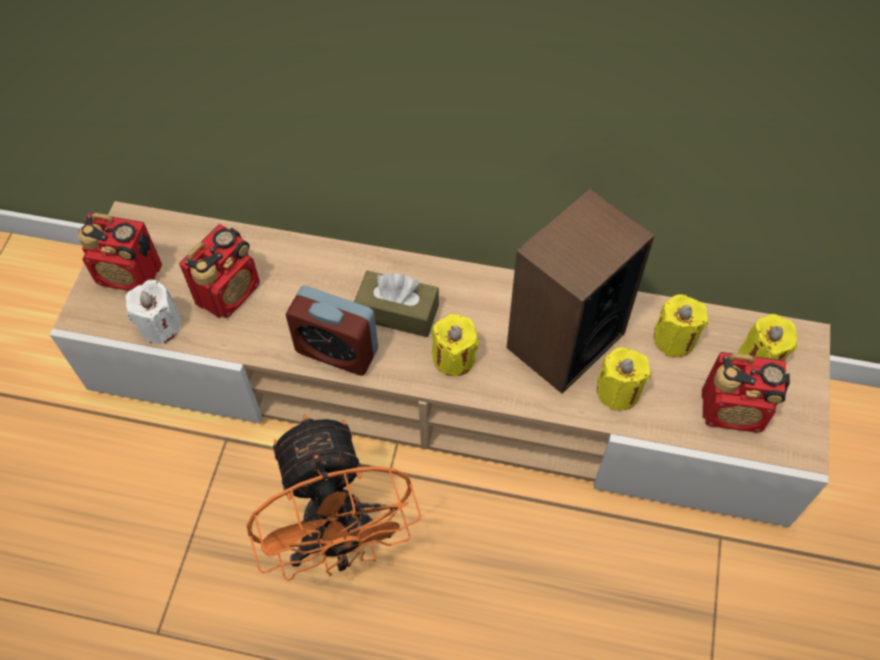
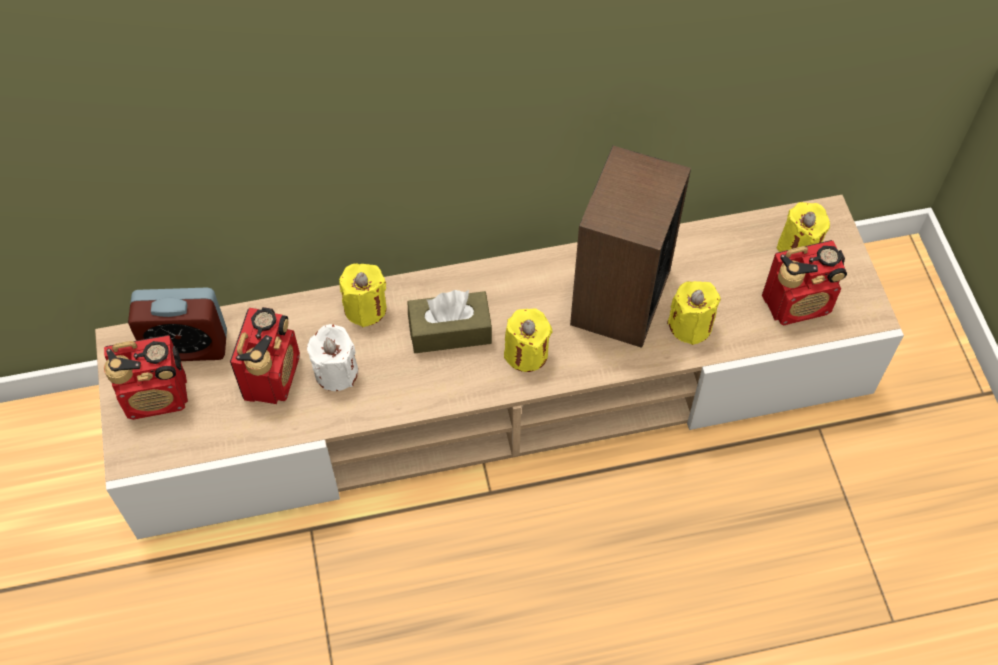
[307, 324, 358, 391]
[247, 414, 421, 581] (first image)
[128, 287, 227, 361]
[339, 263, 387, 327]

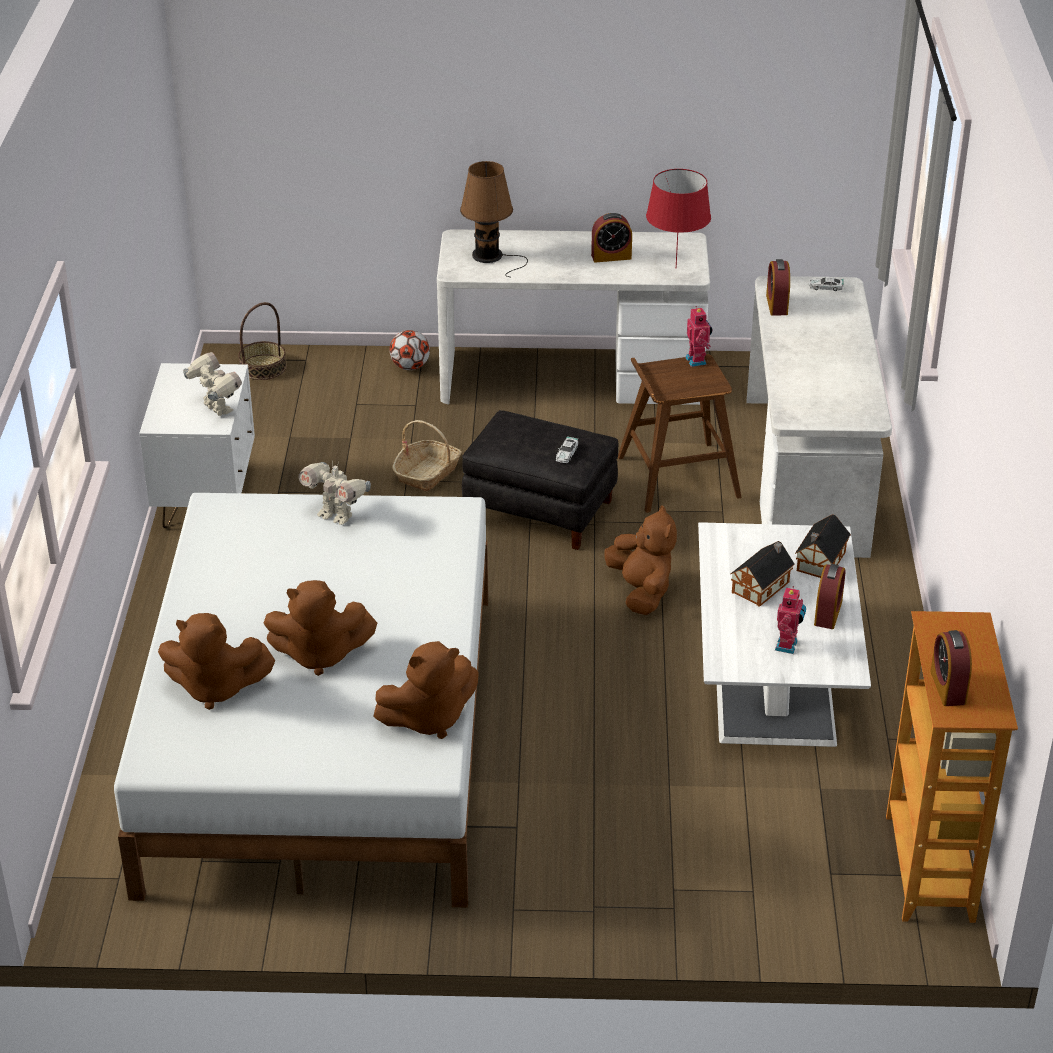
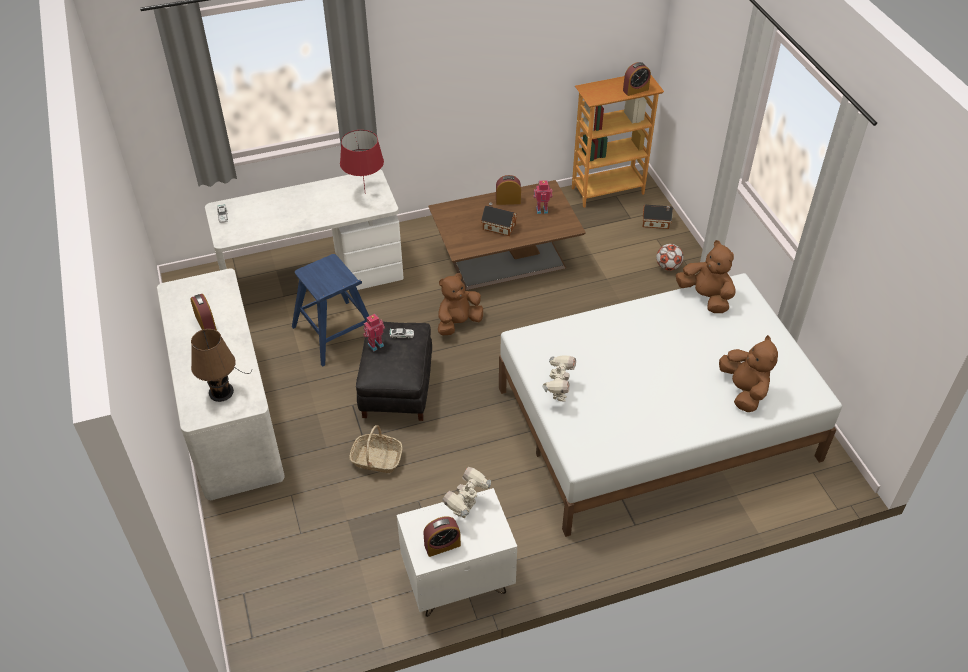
[238, 302, 287, 380] (first image)
[264, 580, 377, 676] (first image)
[656, 244, 684, 271]
[292, 254, 369, 367]
[340, 130, 384, 194]
[363, 314, 385, 352]
[428, 180, 586, 290]
[423, 516, 461, 557]
[643, 205, 673, 229]

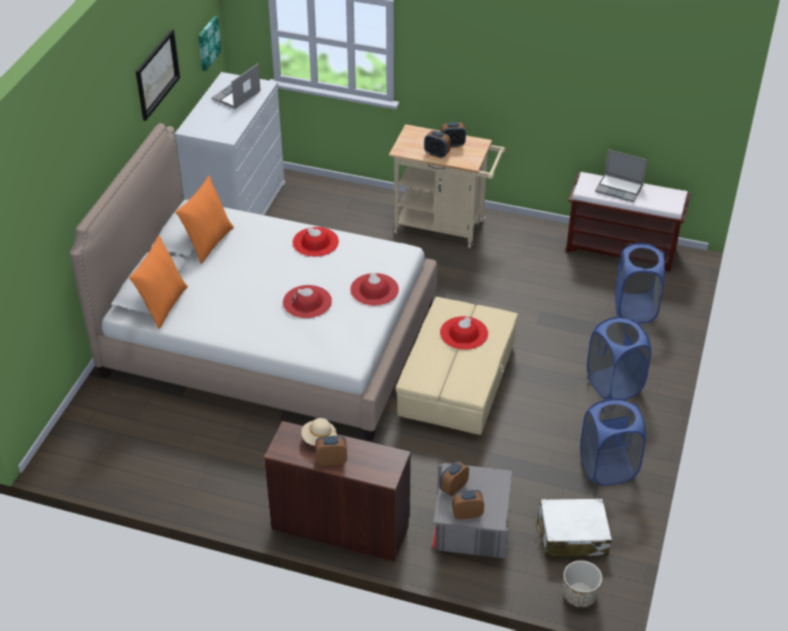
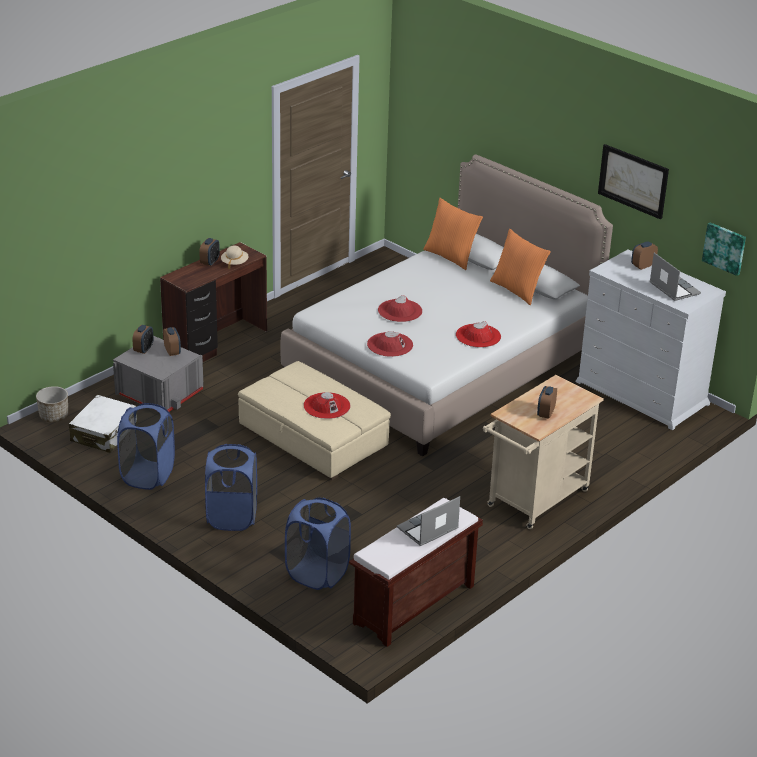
[631, 241, 658, 270]

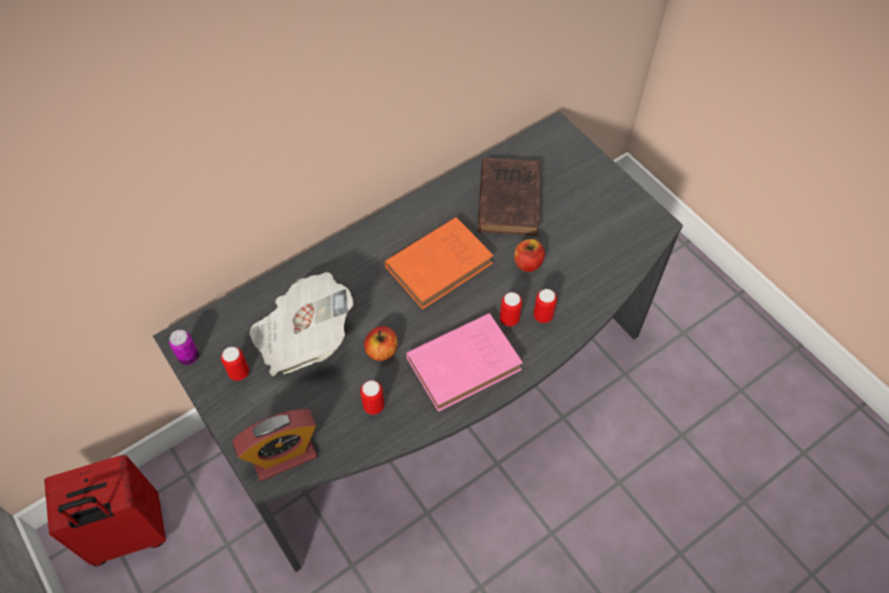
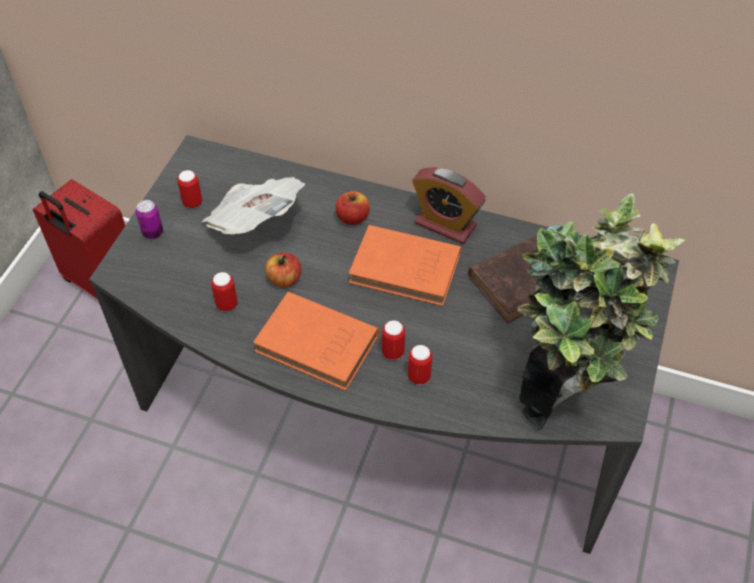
[136, 200, 163, 239]
[412, 167, 486, 244]
[253, 292, 379, 391]
[335, 191, 370, 225]
[518, 194, 685, 430]

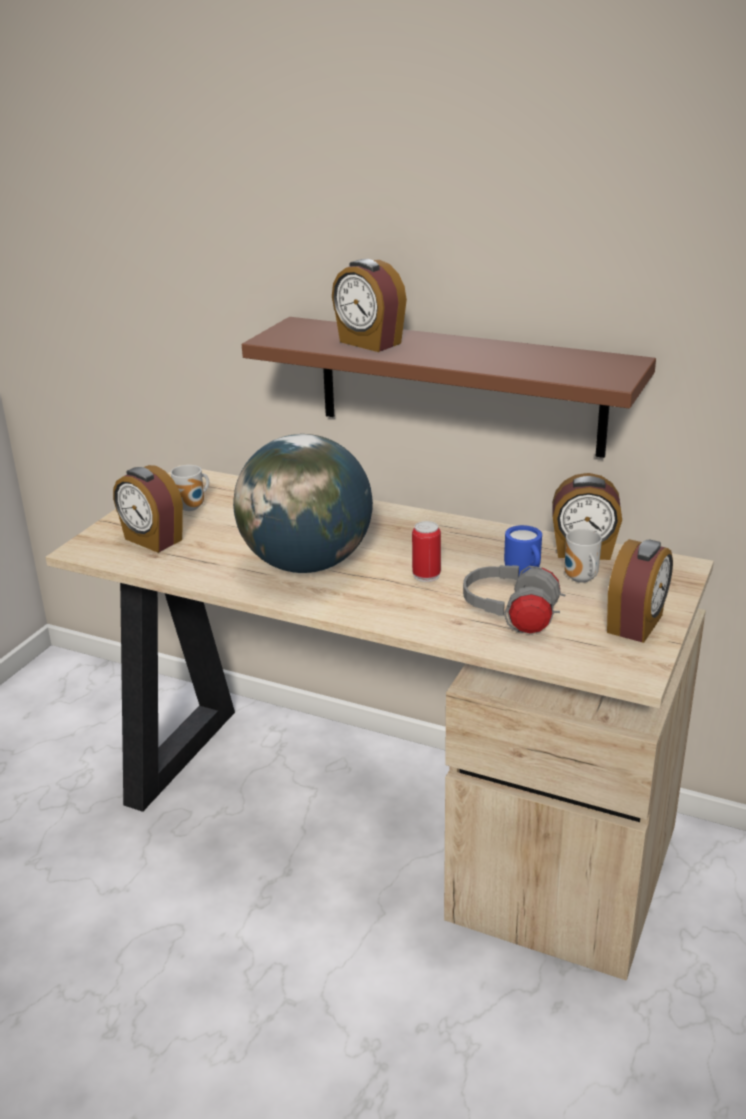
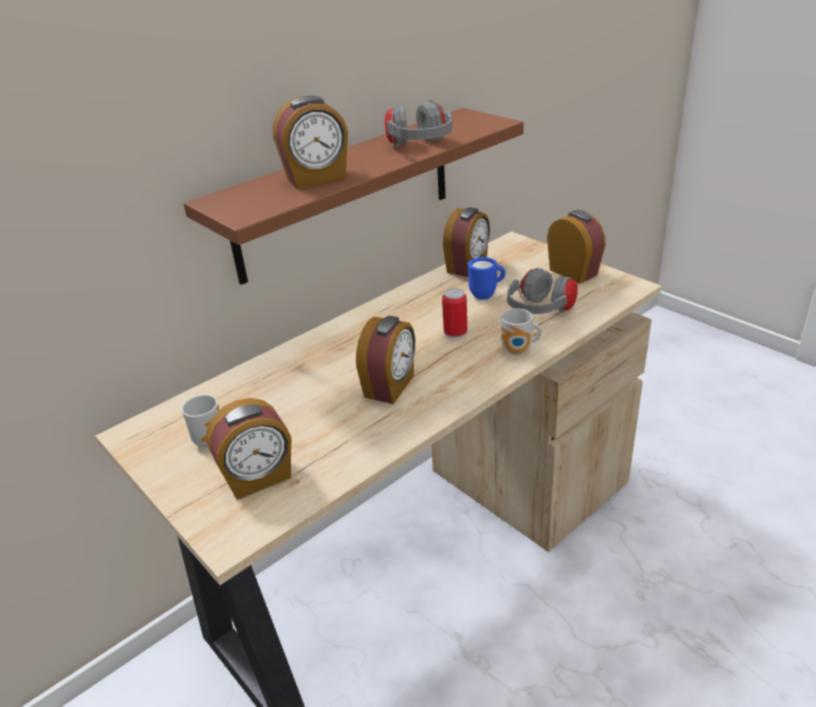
[356, 316, 415, 404]
[501, 308, 542, 355]
[385, 100, 453, 147]

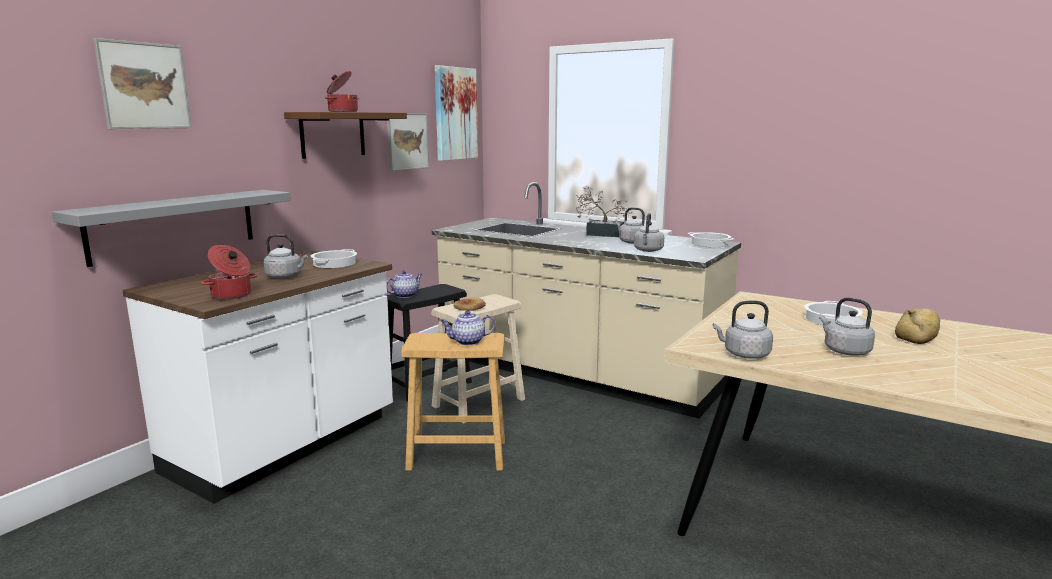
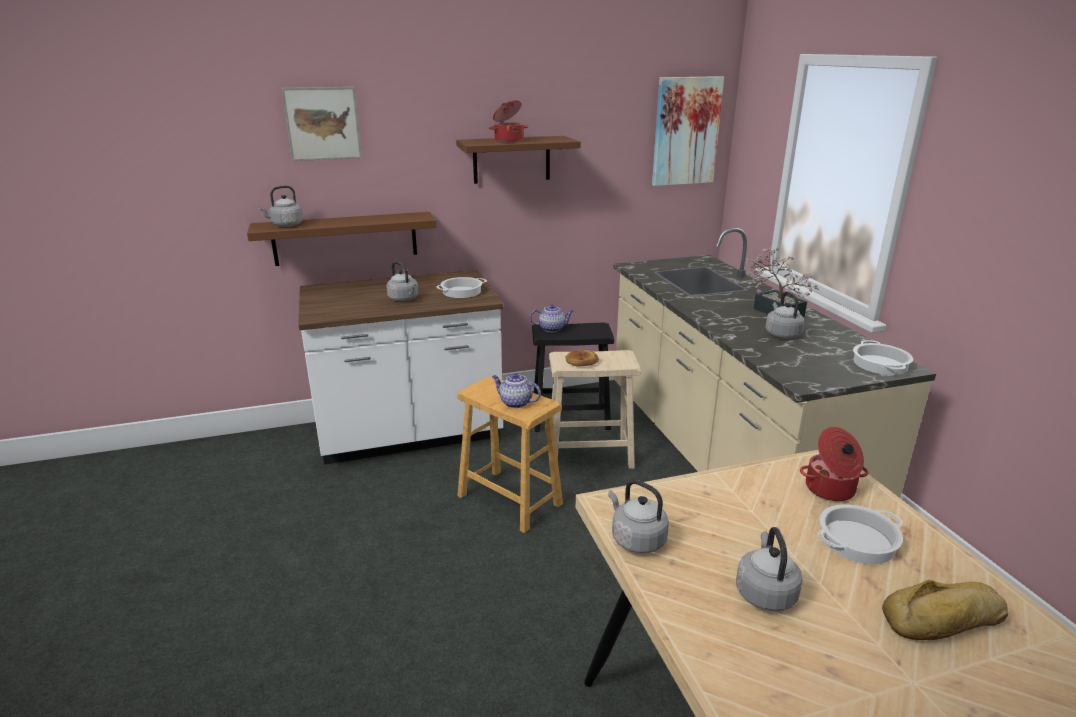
[247, 212, 437, 266]
[800, 427, 869, 501]
[387, 113, 429, 172] (first image)
[258, 185, 303, 227]

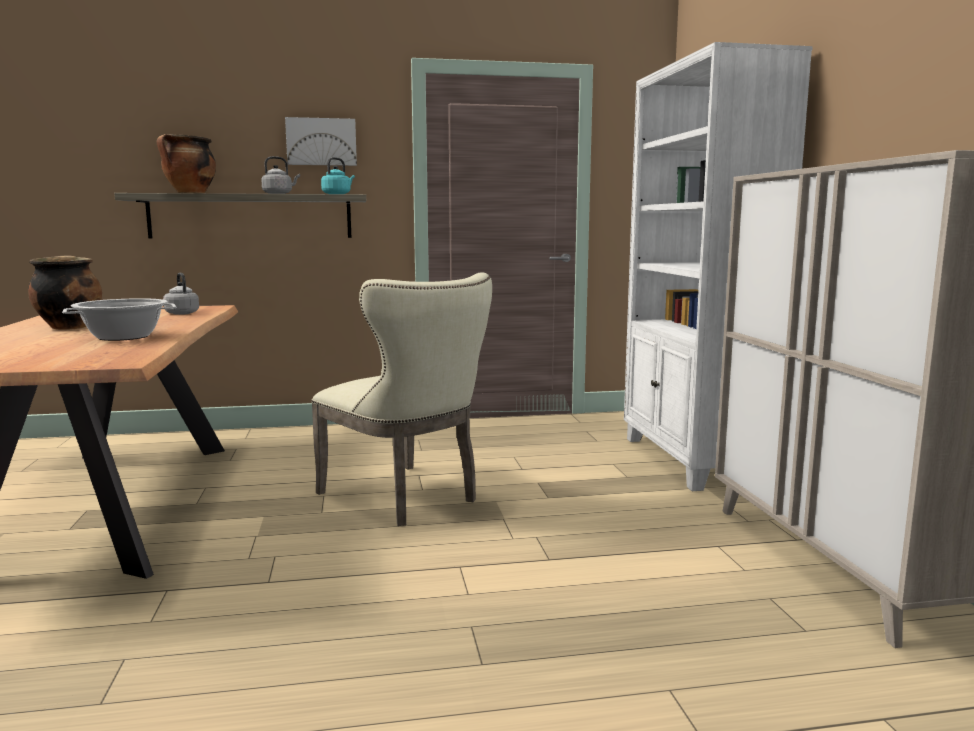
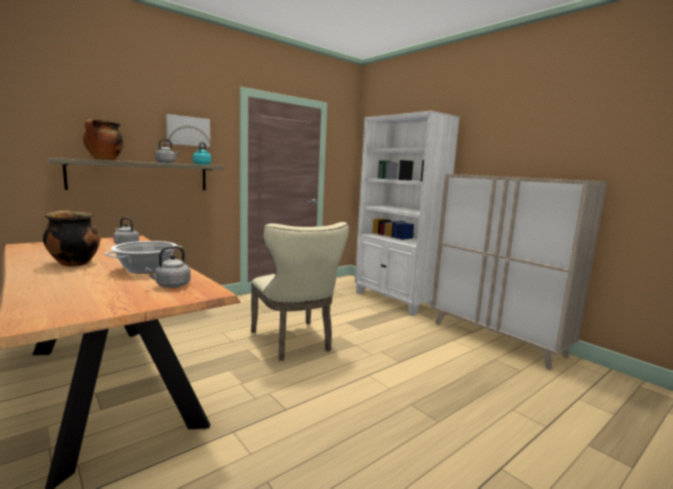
[251, 222, 349, 361]
[145, 246, 191, 288]

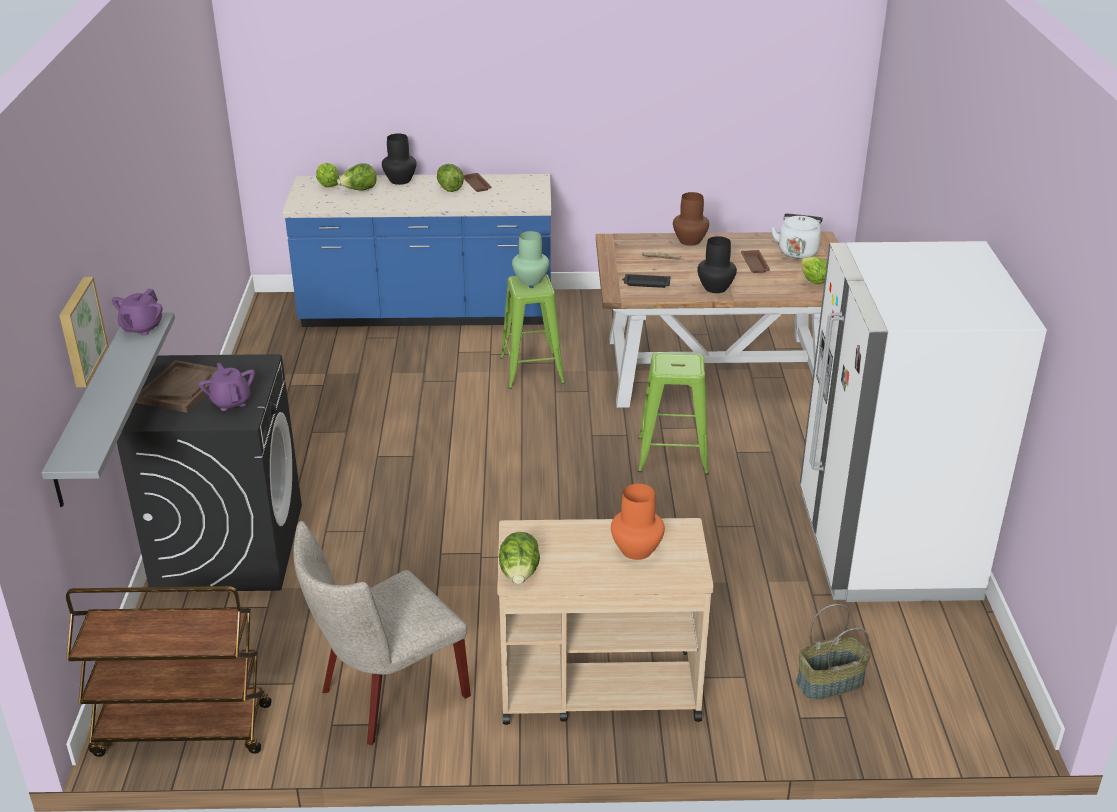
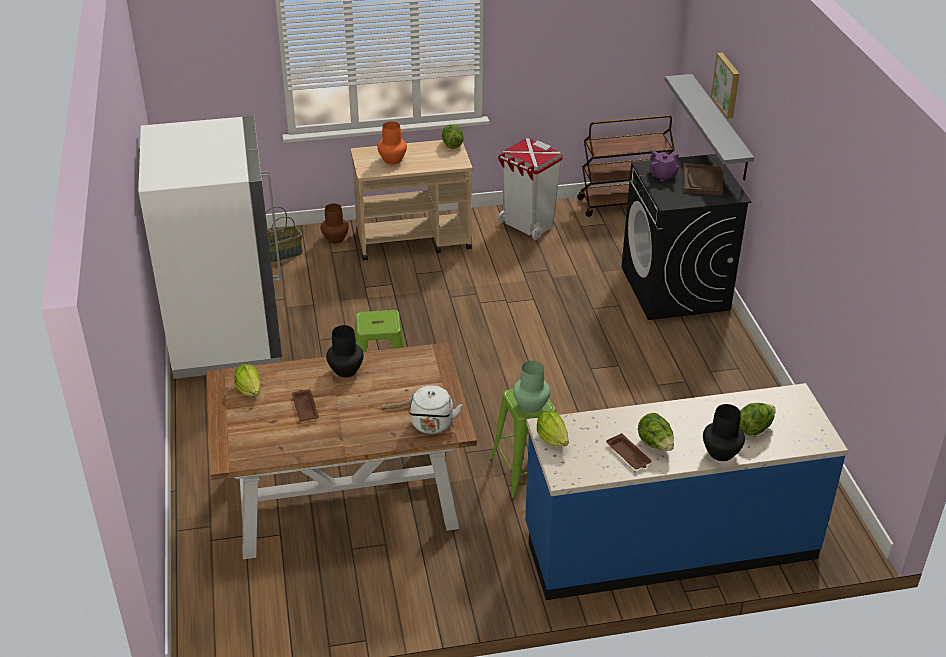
[112, 289, 163, 336] (first image)
[498, 138, 563, 240]
[537, 411, 569, 446]
[622, 274, 671, 288] (first image)
[321, 203, 349, 244]
[408, 386, 462, 434]

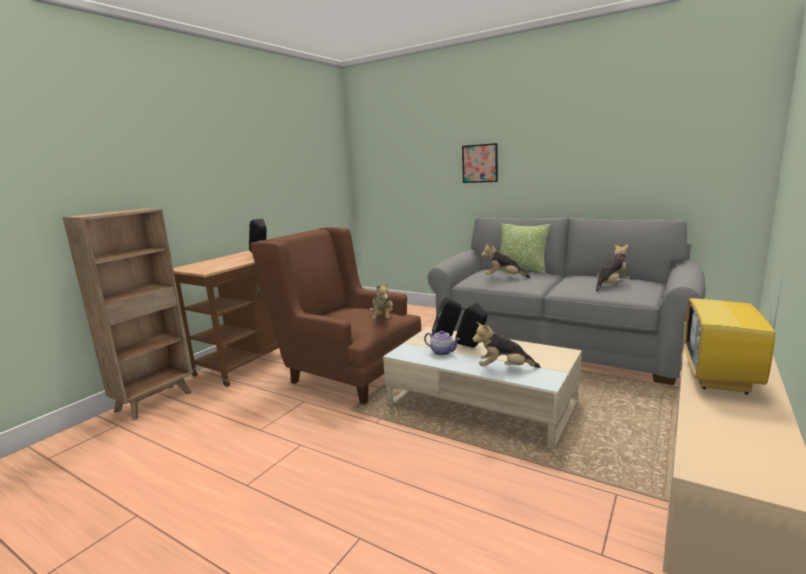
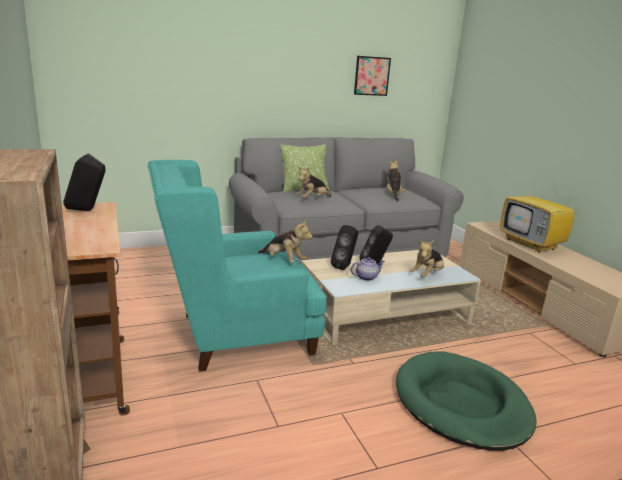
[148, 160, 327, 372]
[354, 56, 391, 96]
[396, 351, 537, 451]

